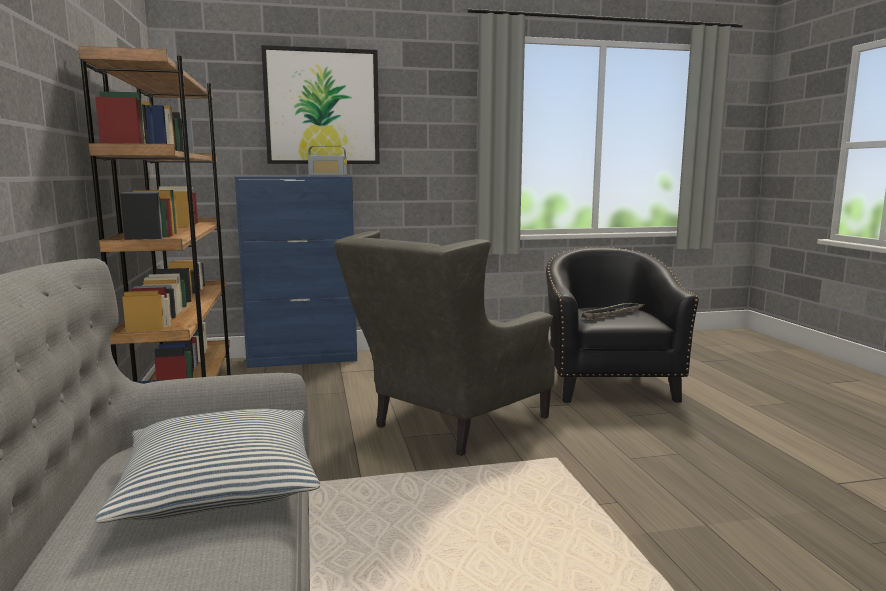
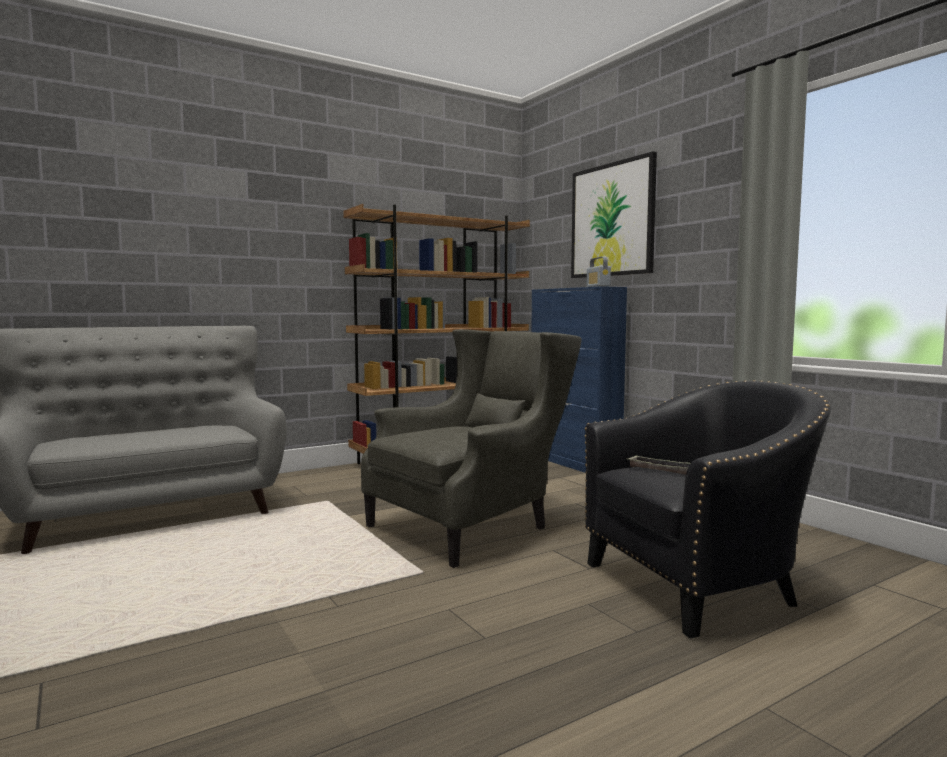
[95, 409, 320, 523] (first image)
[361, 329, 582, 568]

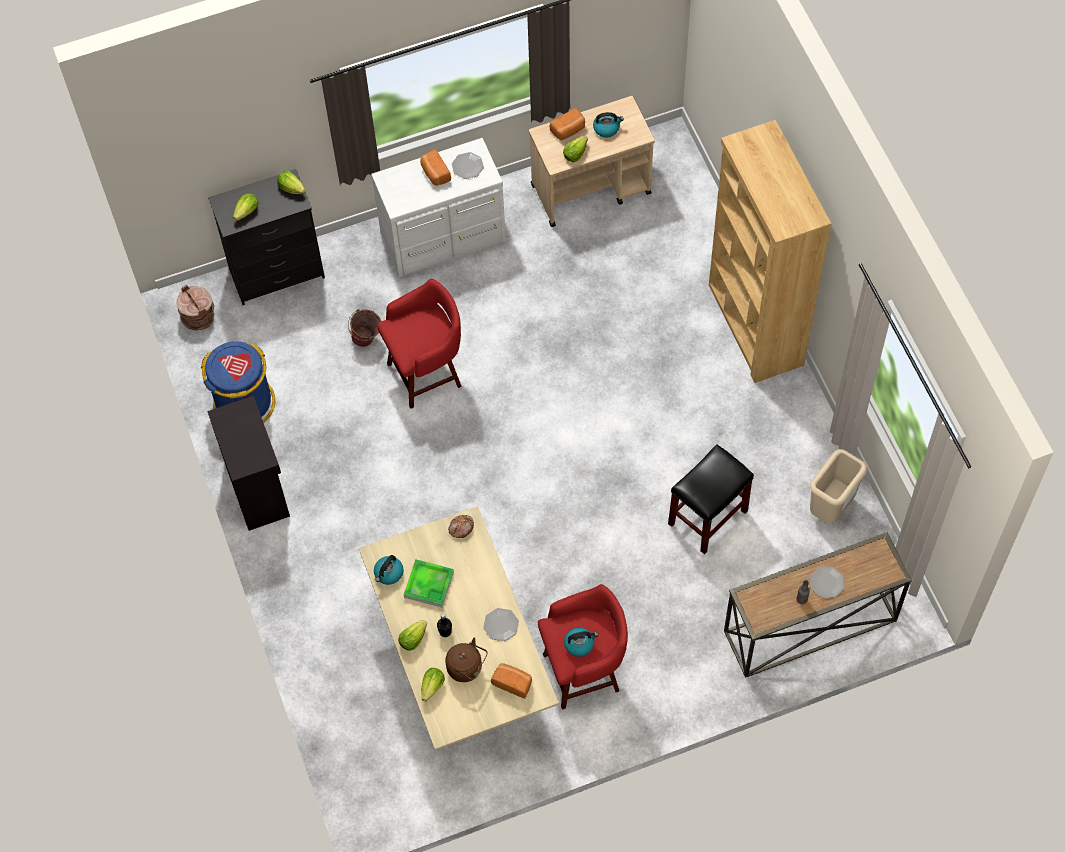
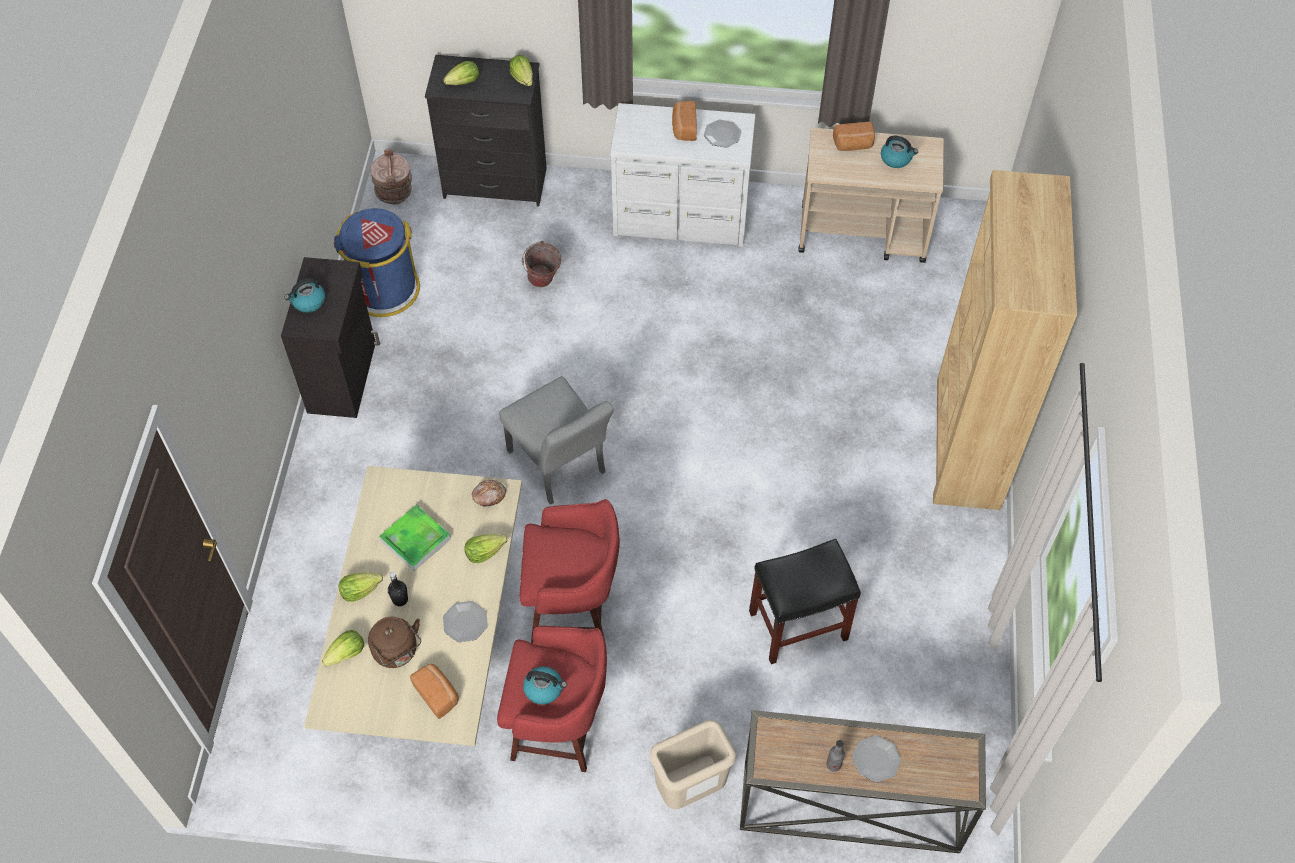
[284, 278, 325, 313]
[520, 499, 620, 643]
[464, 534, 507, 563]
[650, 720, 736, 809]
[499, 376, 614, 505]

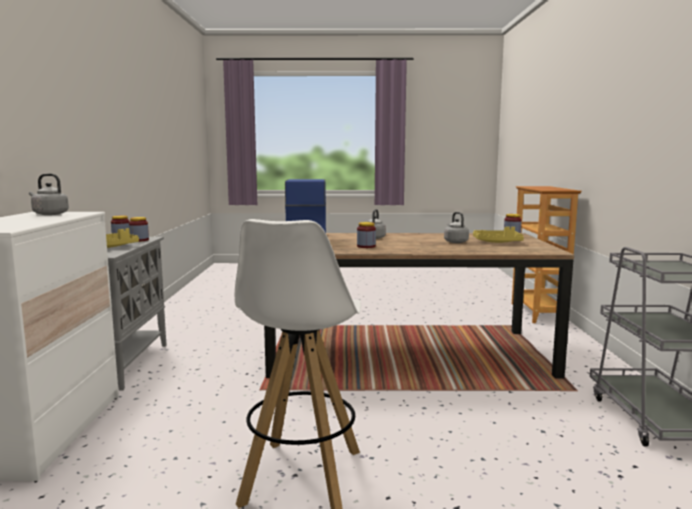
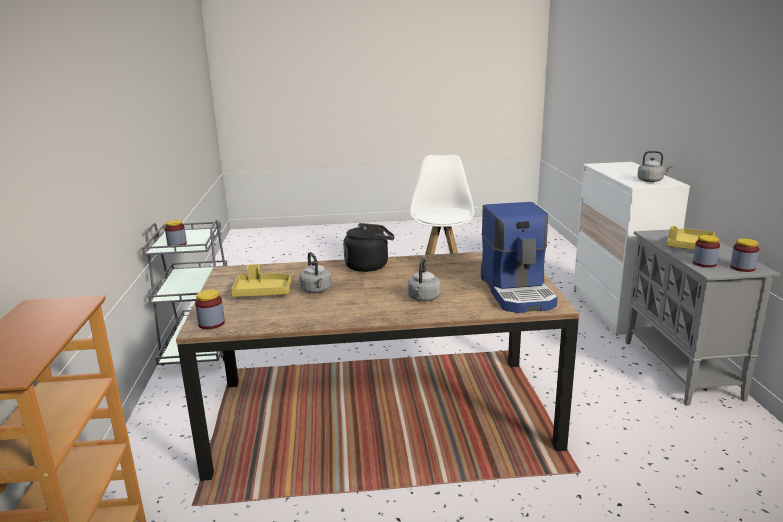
[165, 220, 187, 246]
[343, 223, 395, 272]

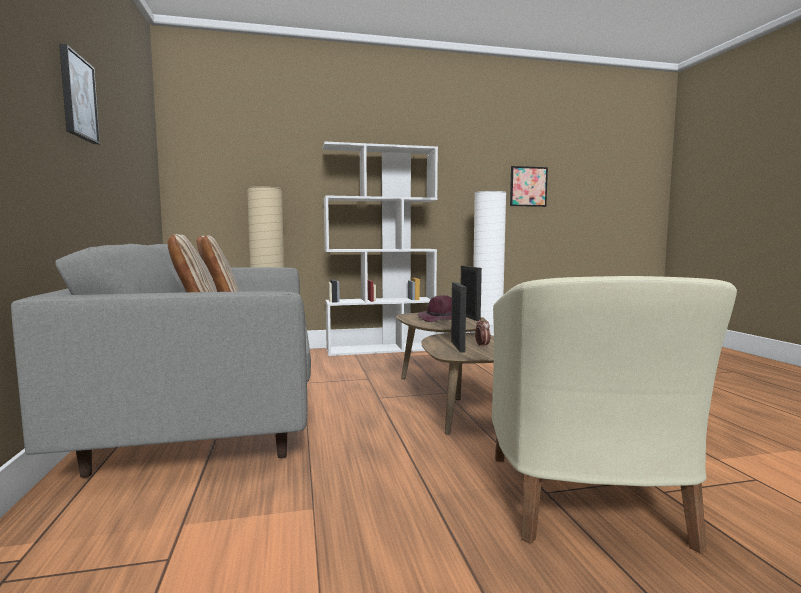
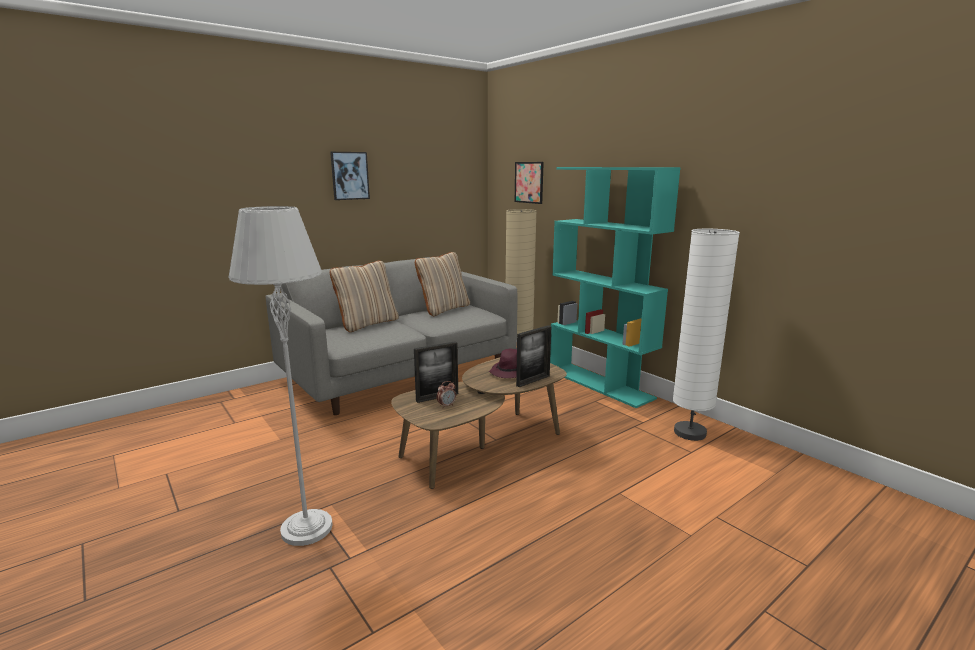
[550, 167, 681, 408]
[228, 206, 333, 546]
[515, 162, 544, 204]

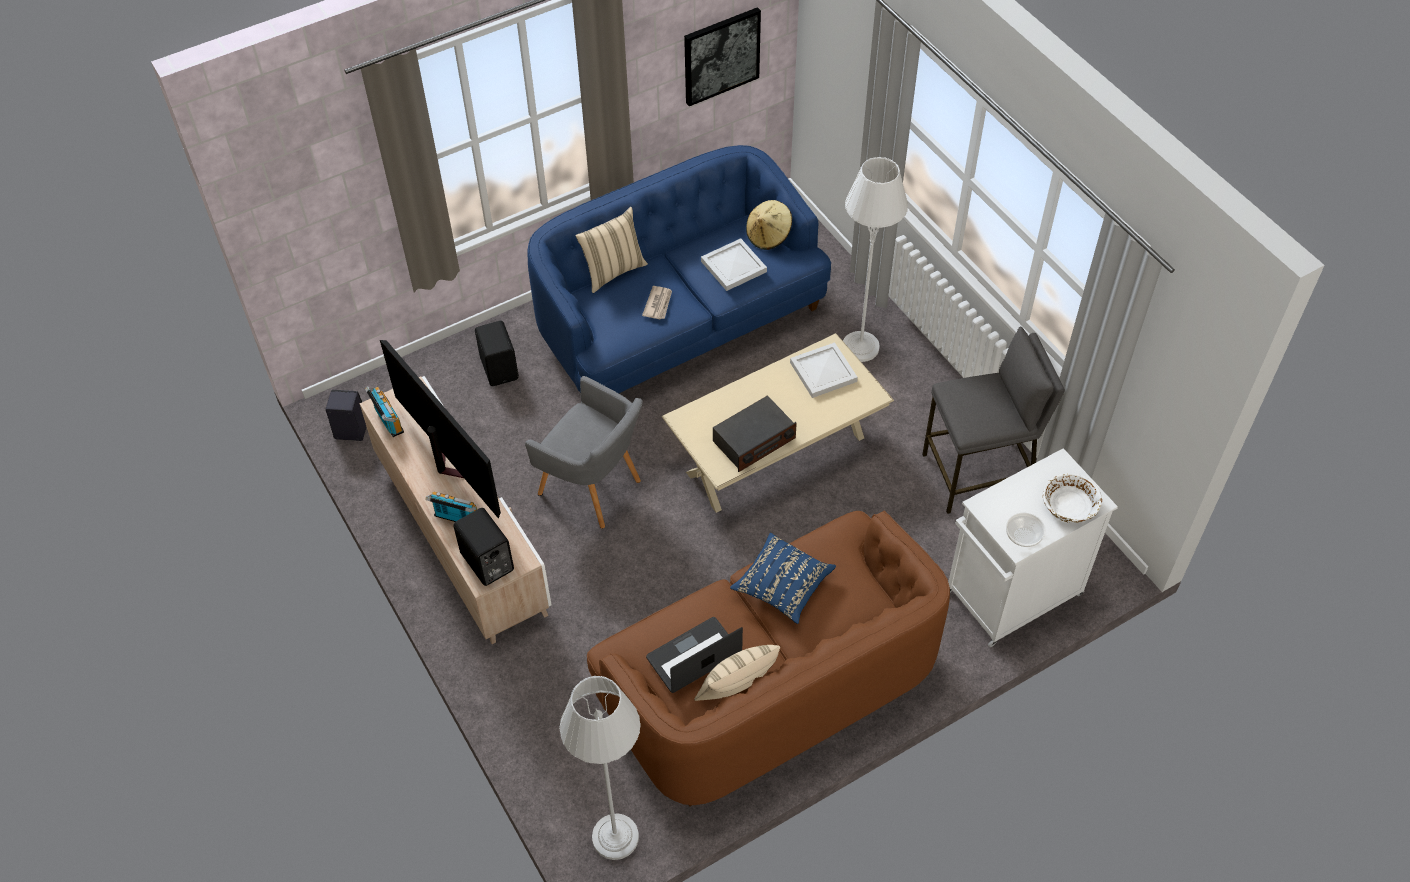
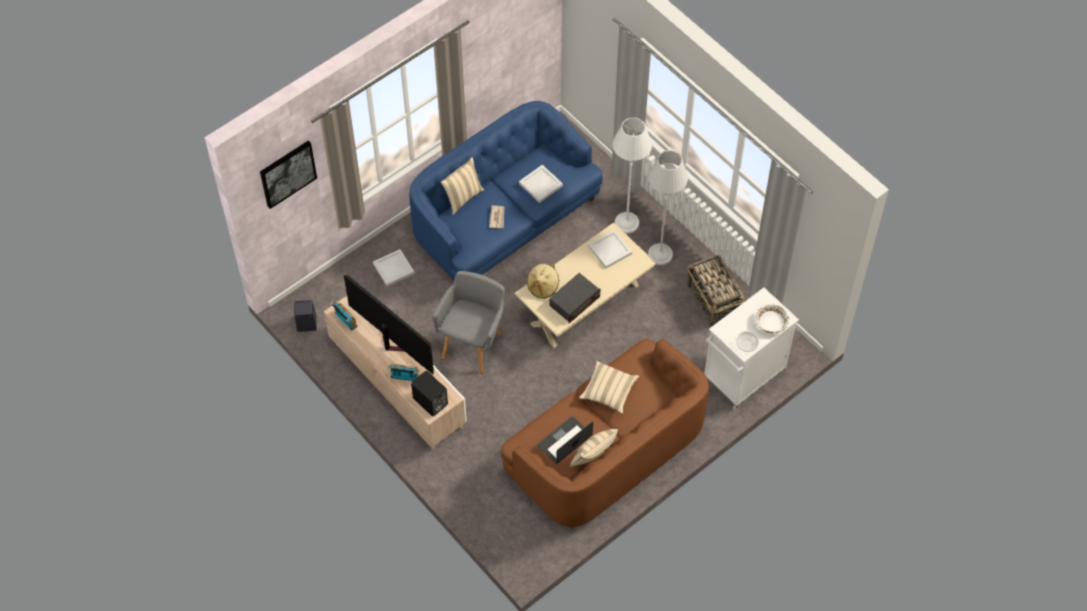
[373, 249, 415, 287]
[432, 271, 505, 374]
[648, 150, 688, 265]
[260, 141, 317, 209]
[579, 361, 639, 414]
[527, 264, 559, 299]
[687, 255, 744, 327]

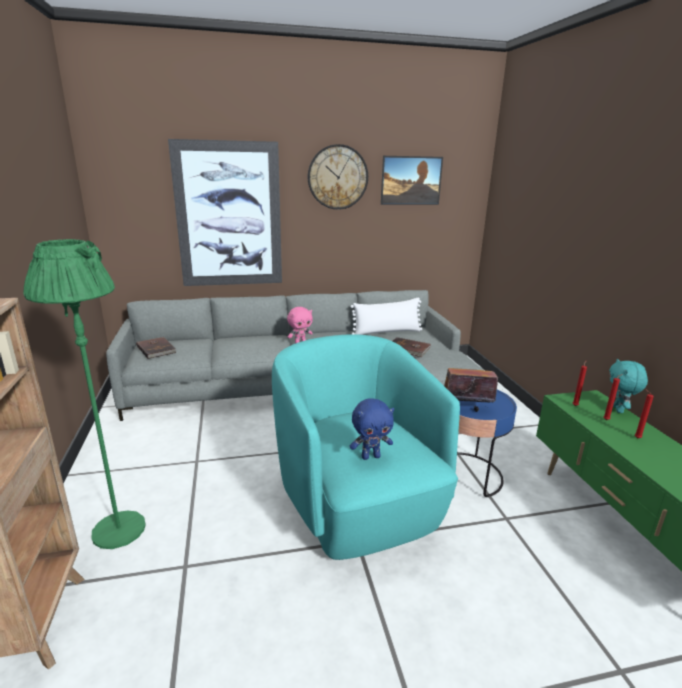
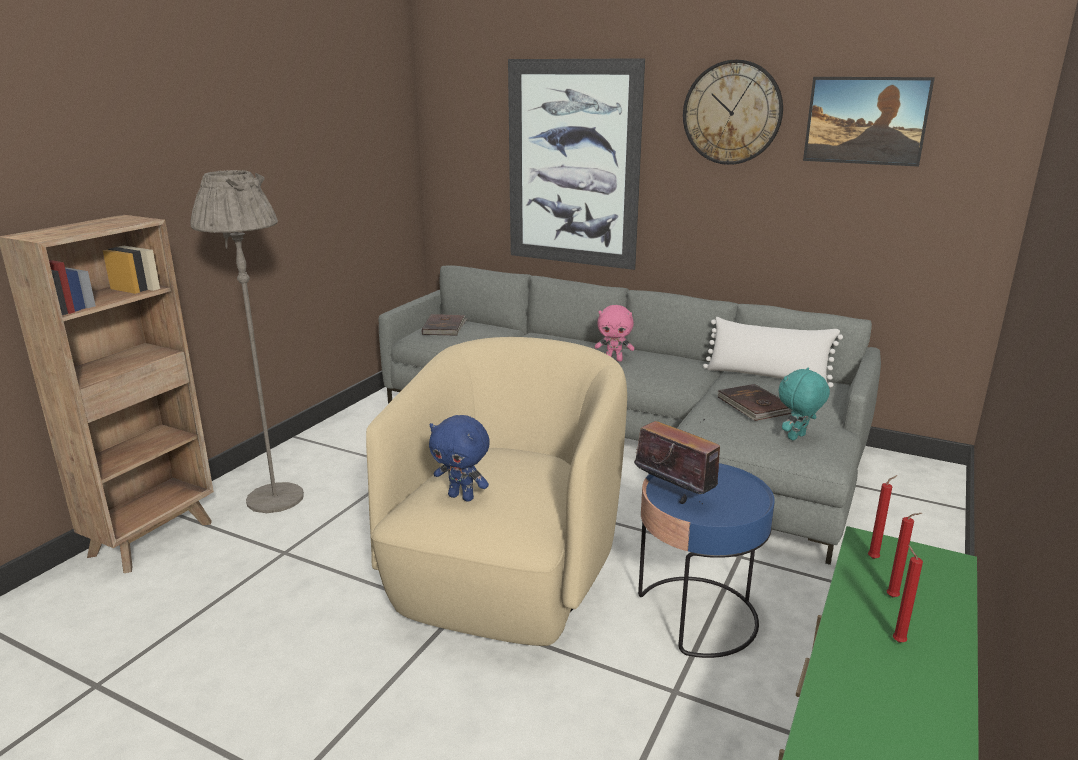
[191, 170, 304, 513]
[366, 337, 627, 646]
[778, 367, 830, 440]

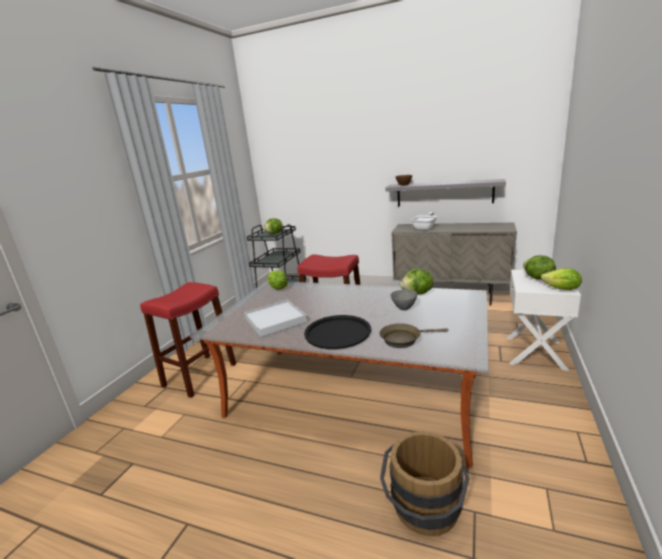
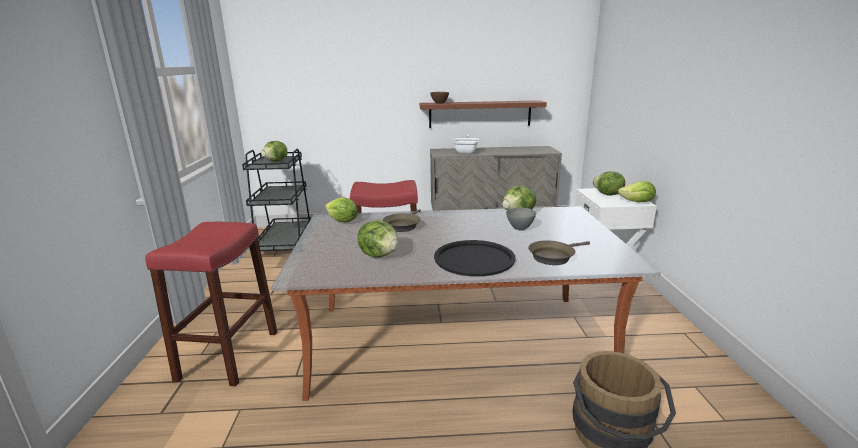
[357, 221, 399, 258]
[420, 100, 547, 128]
[383, 209, 421, 232]

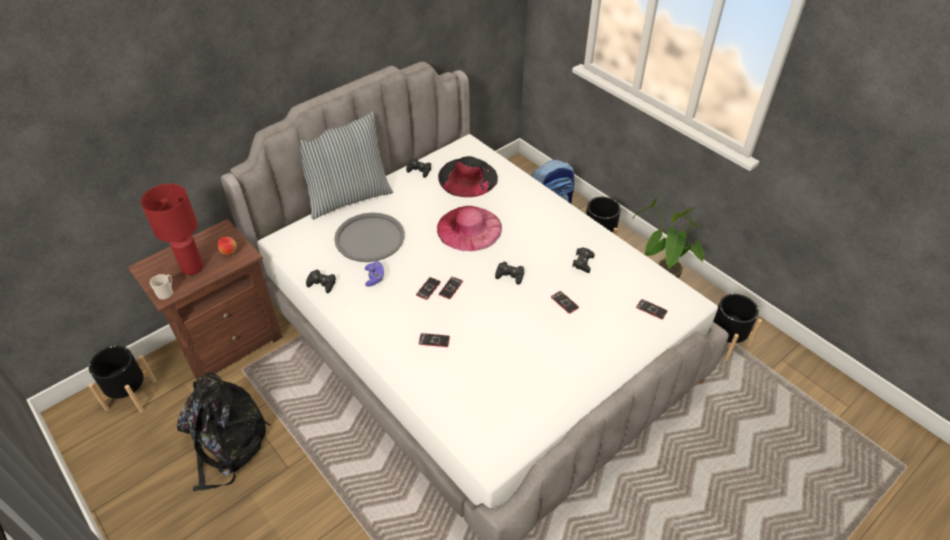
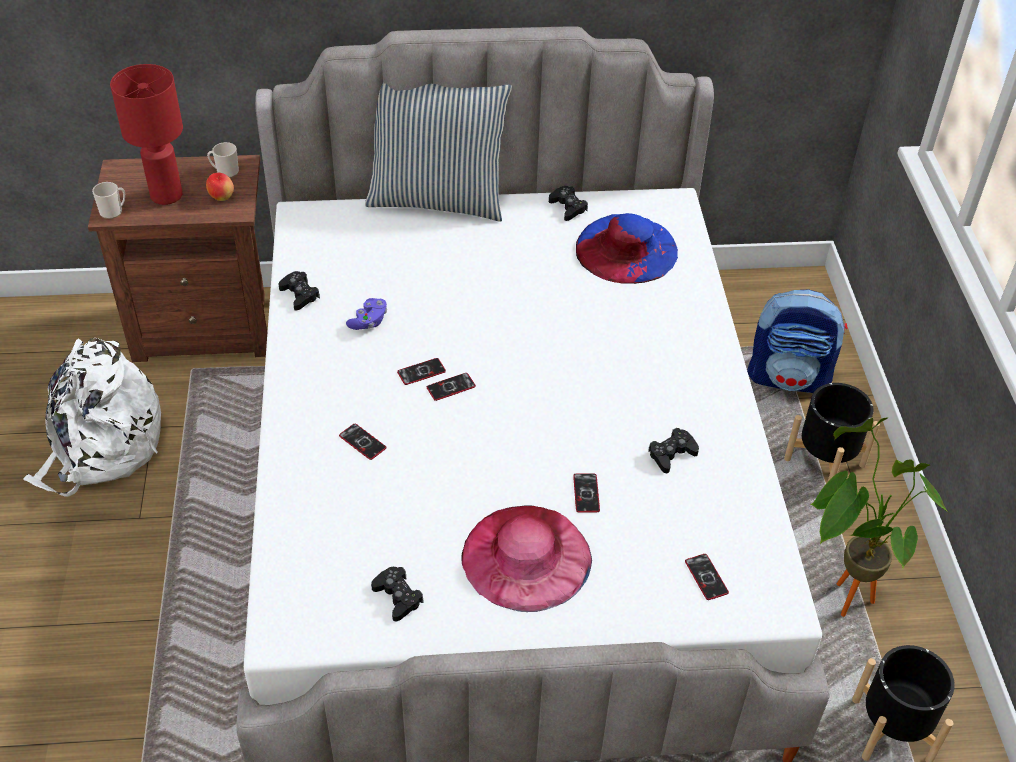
[88, 346, 156, 412] (first image)
[23, 338, 161, 497]
[334, 213, 405, 262] (first image)
[461, 505, 592, 612]
[576, 213, 678, 284]
[371, 567, 424, 621]
[207, 142, 239, 178]

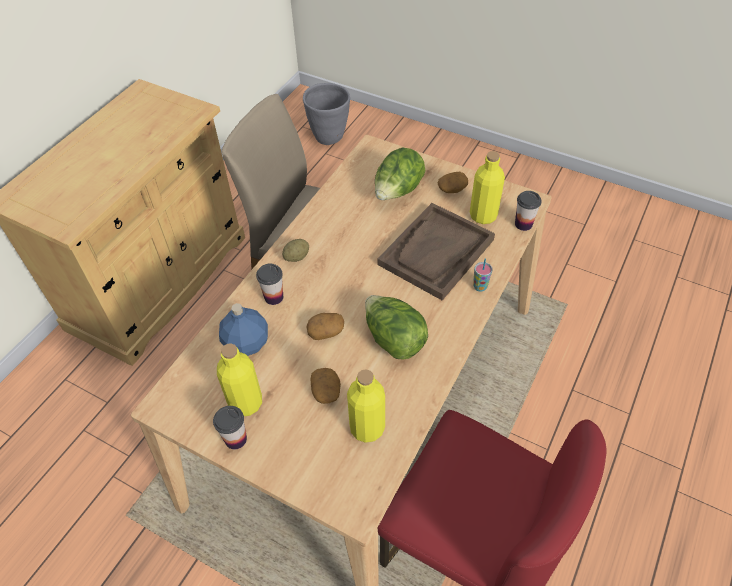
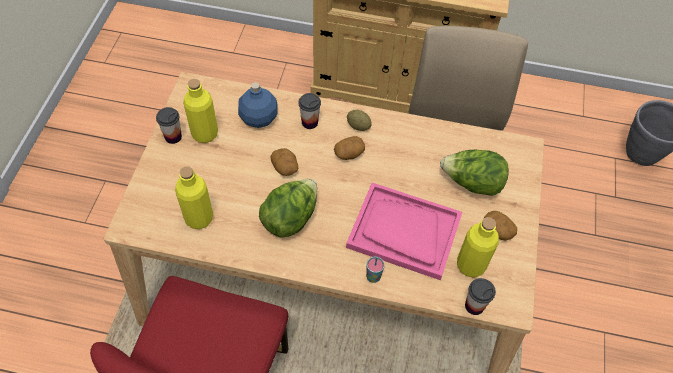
[334, 136, 365, 160]
[346, 183, 462, 280]

